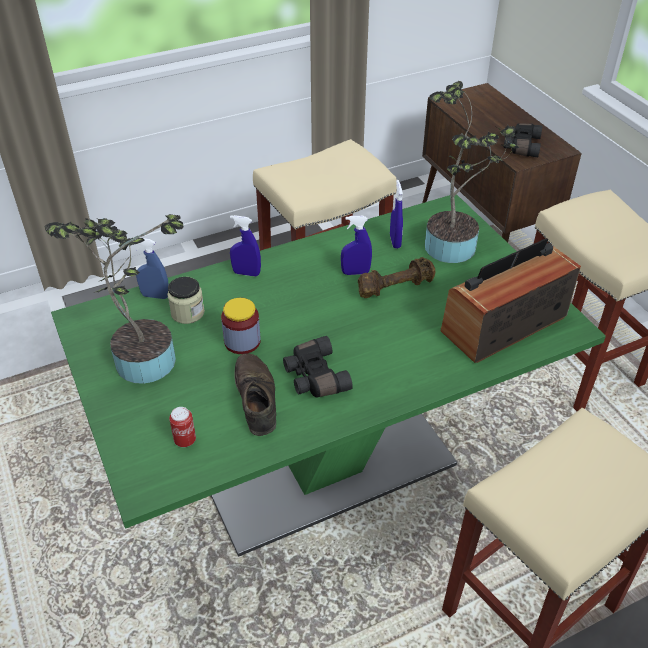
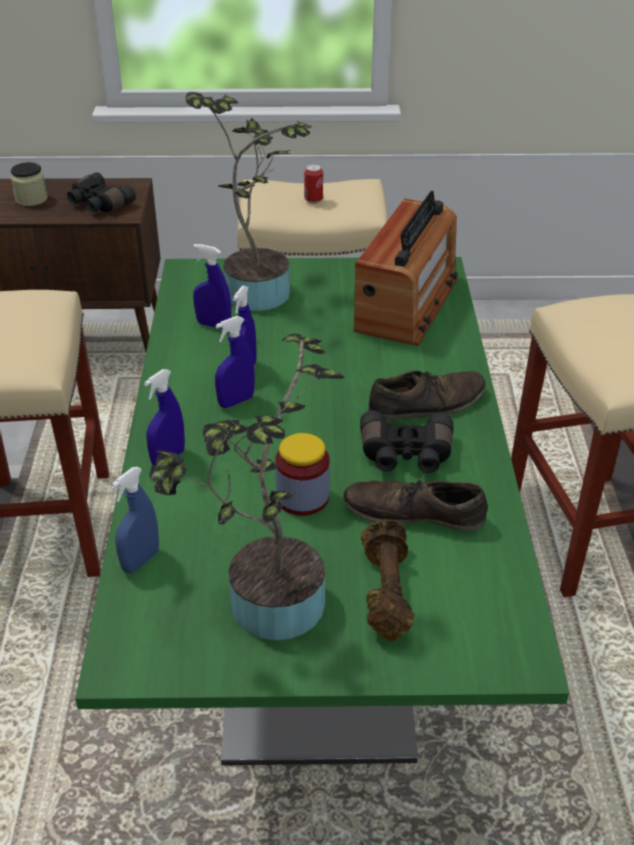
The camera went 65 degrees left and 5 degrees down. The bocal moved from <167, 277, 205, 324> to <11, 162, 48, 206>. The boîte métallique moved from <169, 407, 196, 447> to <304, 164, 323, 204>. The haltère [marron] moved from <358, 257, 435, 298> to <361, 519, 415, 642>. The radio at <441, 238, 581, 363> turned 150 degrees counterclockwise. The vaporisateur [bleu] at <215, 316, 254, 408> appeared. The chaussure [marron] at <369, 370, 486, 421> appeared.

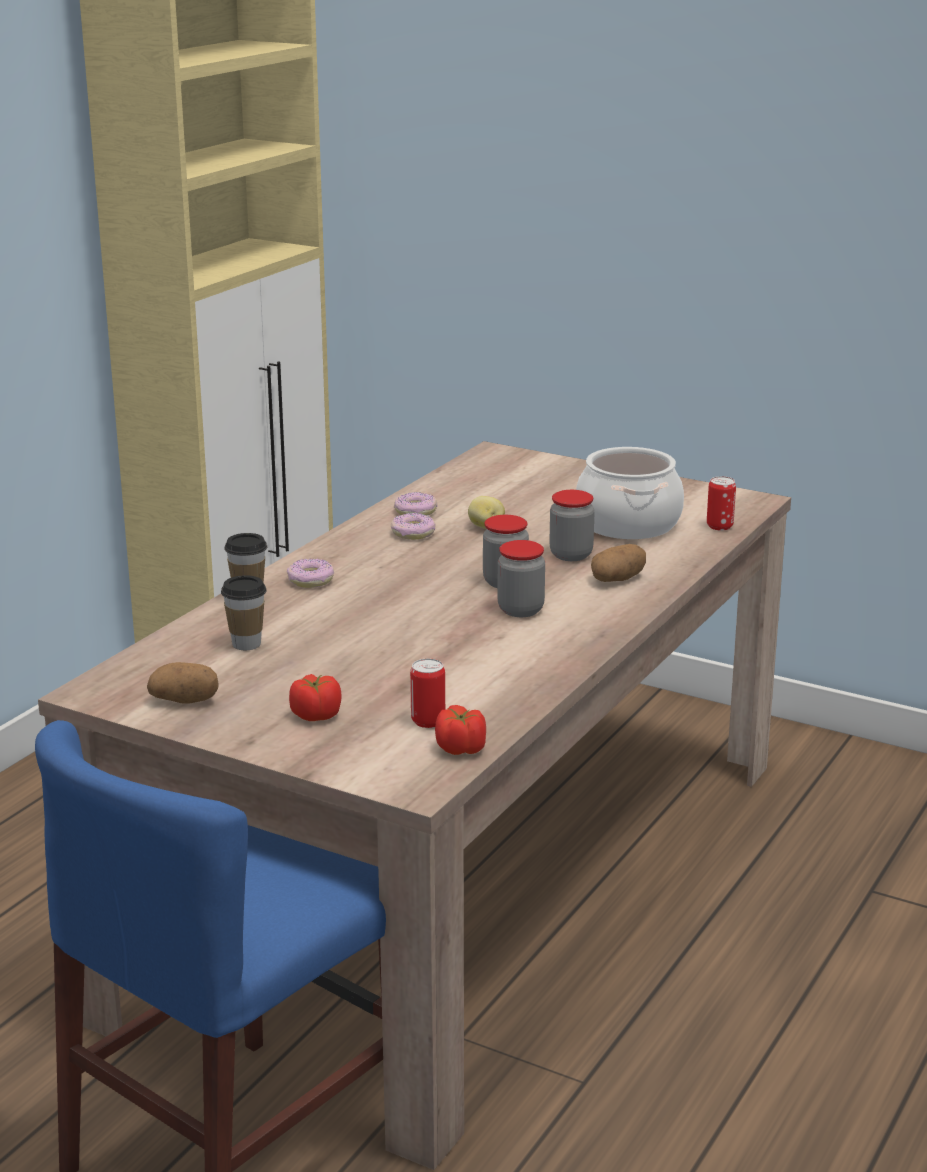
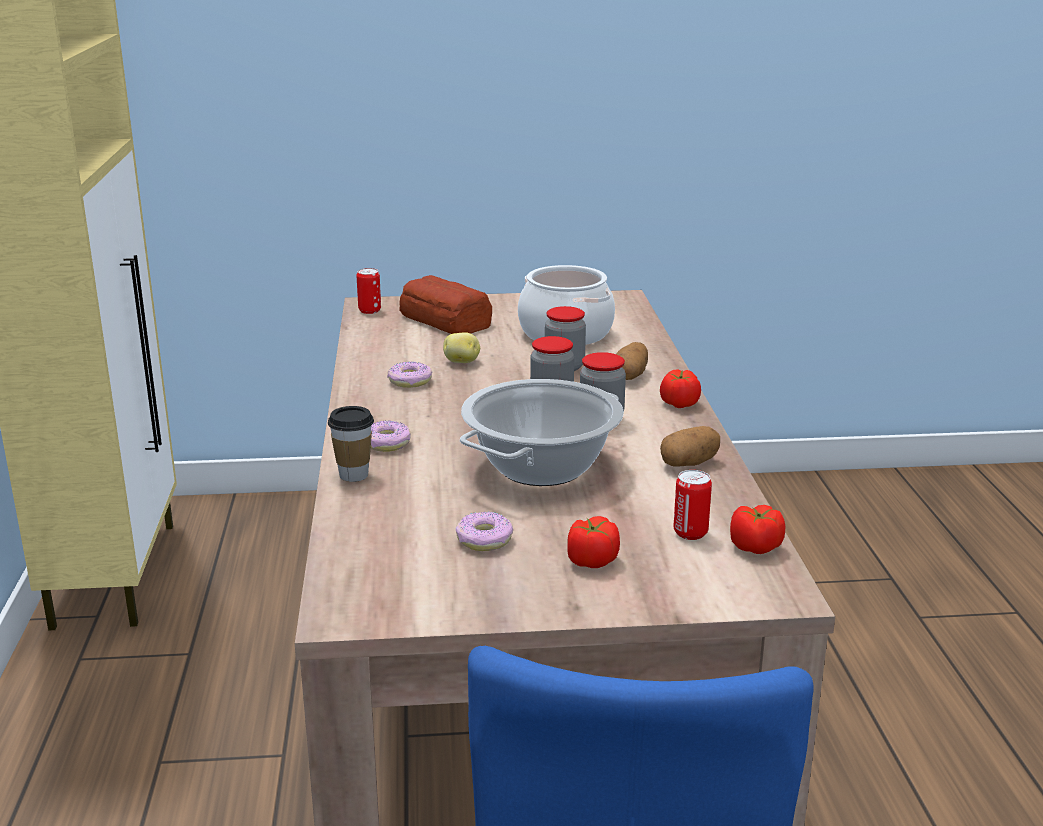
The camera went 35 degrees left and 0 degrees up. The pomme de terre moved from <147, 662, 218, 704> to <660, 426, 720, 467>. The tasse at <221, 575, 267, 650> disappeared. The beignet moved from <394, 492, 438, 515> to <456, 512, 513, 551>. The boîte métallique moved from <707, 476, 736, 530> to <357, 268, 381, 314>. The pain at <399, 275, 492, 334> appeared. The marmite at <460, 379, 624, 486> appeared. The tomate at <660, 369, 701, 408> appeared.

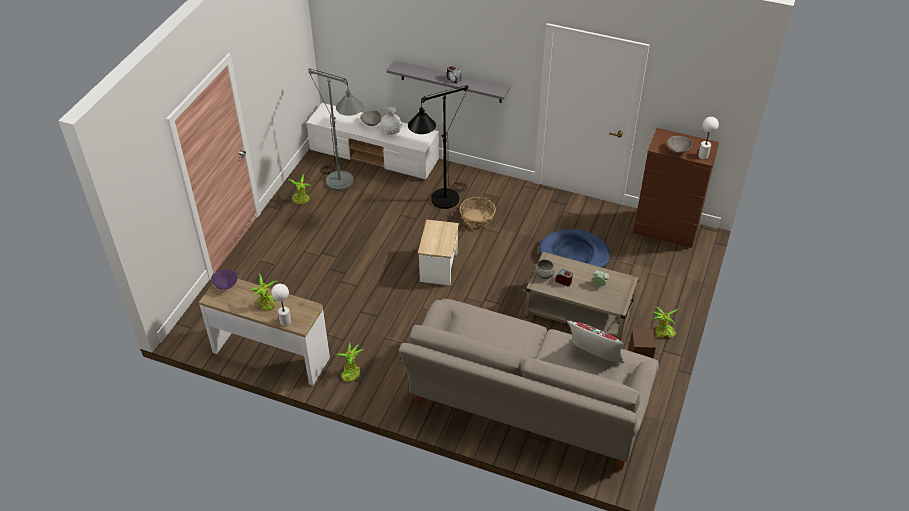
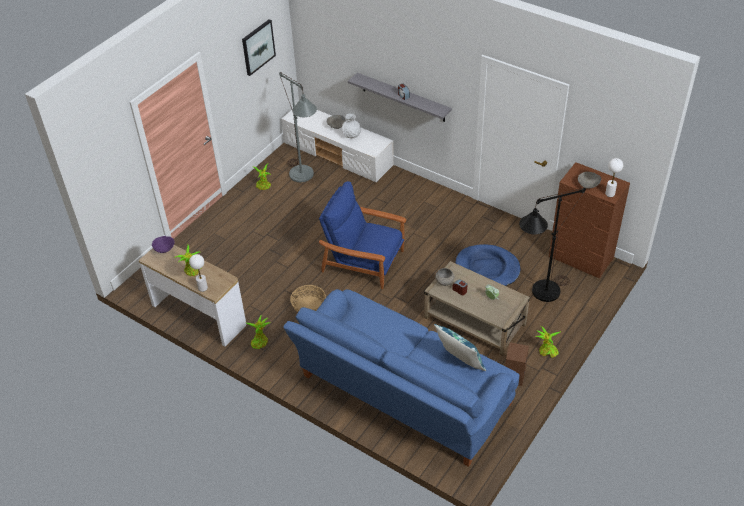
The camera went 15 degrees right and 0 degrees up. The canapé [beige] at <399, 299, 659, 470> became the canapé [bleu] at <283, 289, 519, 467>. The lampadaire [noir] moved from <408, 85, 468, 209> to <519, 188, 586, 302>. The table d'appoint at <418, 220, 459, 285> was replaced by the fauteuil [bleu] at <319, 181, 407, 289>. The panier moved from <460, 197, 496, 227> to <290, 285, 326, 312>. The coussin [rouge] at <567, 320, 625, 363> became the coussin [bleu] at <434, 324, 486, 371>. The tableau at <242, 19, 276, 76> appeared.

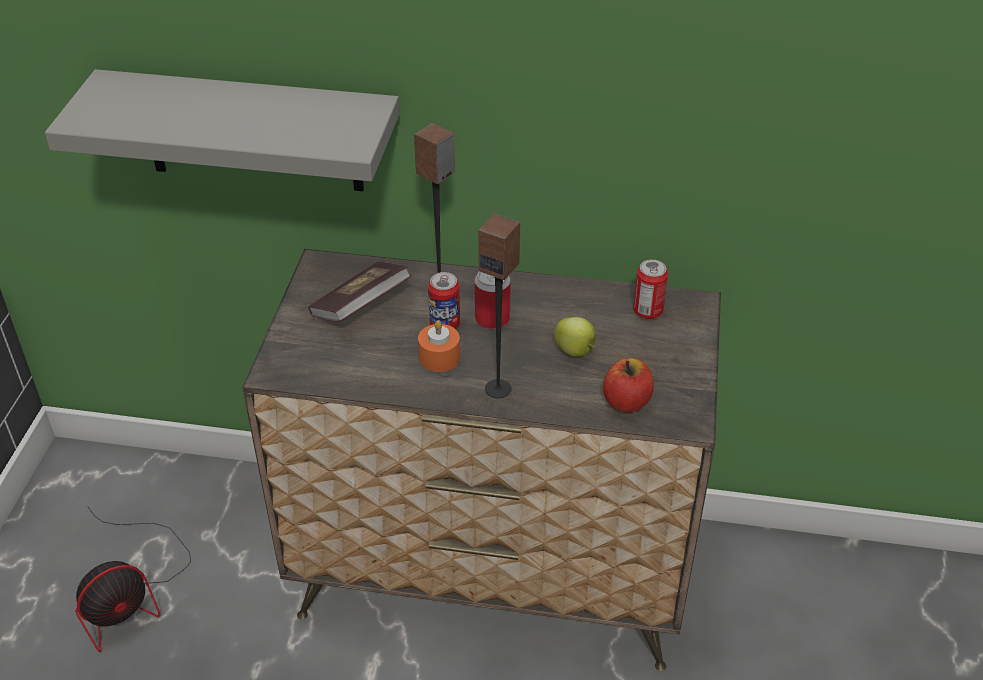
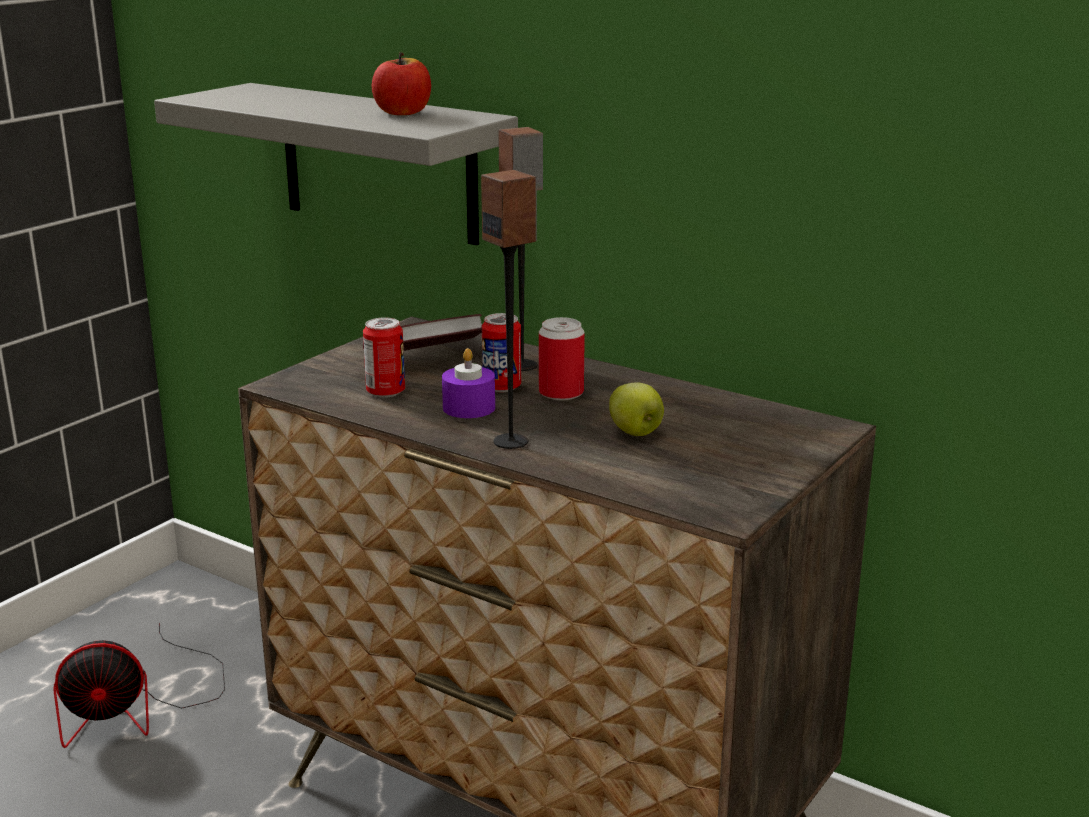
The camera went 25 degrees right and 20 degrees down. The bougie [orange] at <418, 320, 460, 372> became the bougie [violet] at <442, 348, 495, 418>. The pomme moved from <603, 358, 654, 413> to <372, 53, 431, 115>. The boîte métallique moved from <633, 259, 668, 319> to <363, 317, 405, 398>.

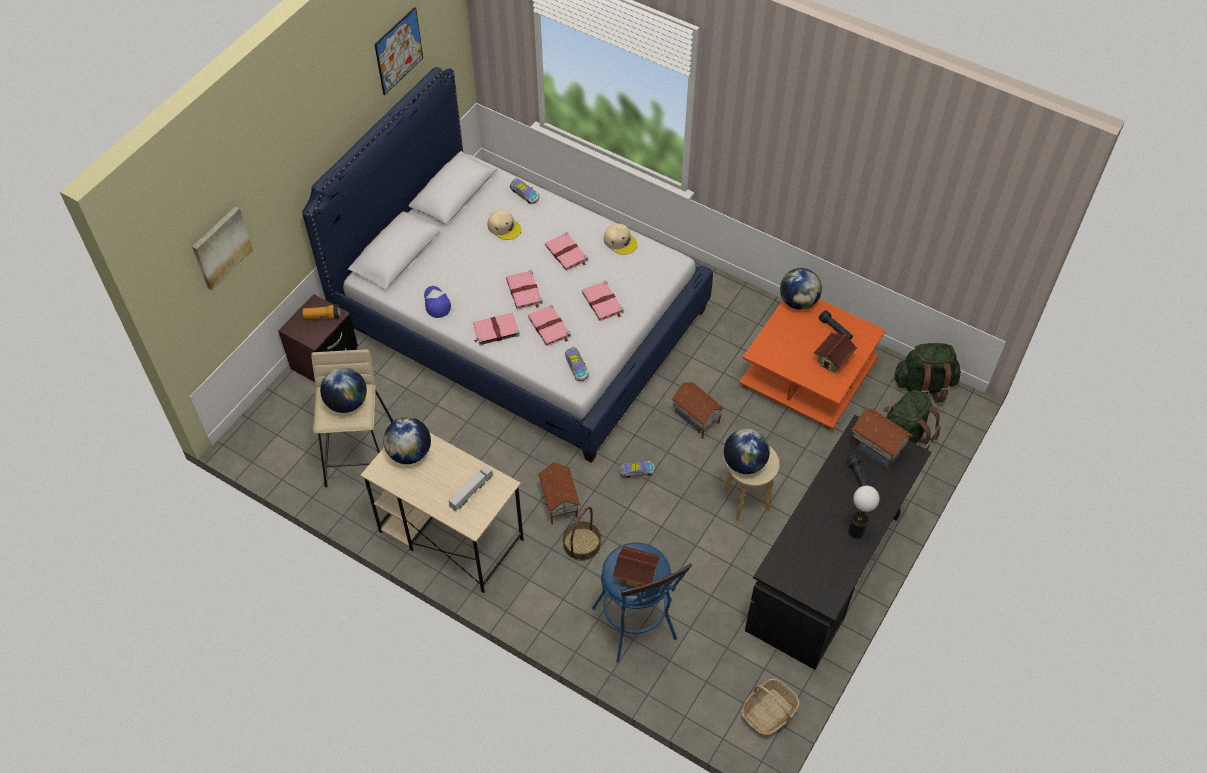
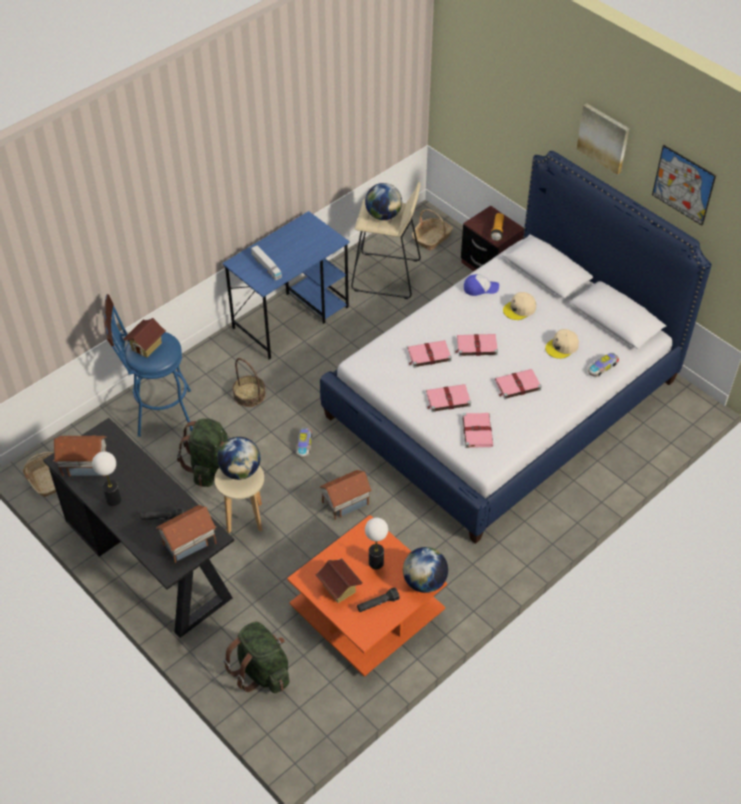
The camera went 105 degrees right and 5 degrees down. The tableau moved from <192, 206, 253, 290> to <577, 103, 629, 175>. The bureau [beige] at <360, 433, 524, 593> became the bureau [bleu] at <222, 211, 350, 359>. The globe at <383, 417, 431, 464> disappeared. The livre [rose] moved from <473, 313, 520, 346> to <462, 413, 493, 448>. The maison miniature moved from <538, 462, 581, 525> to <53, 435, 106, 476>. The petite voiture at <565, 347, 589, 381> disappeared. The casquette [beige] moved from <604, 223, 637, 255> to <503, 292, 536, 320>. The sac à dos [vert] moved from <894, 343, 961, 403> to <177, 418, 228, 487>. The lampe de table at <365, 518, 388, 569> appeared. The panier at <412, 209, 453, 251> appeared.

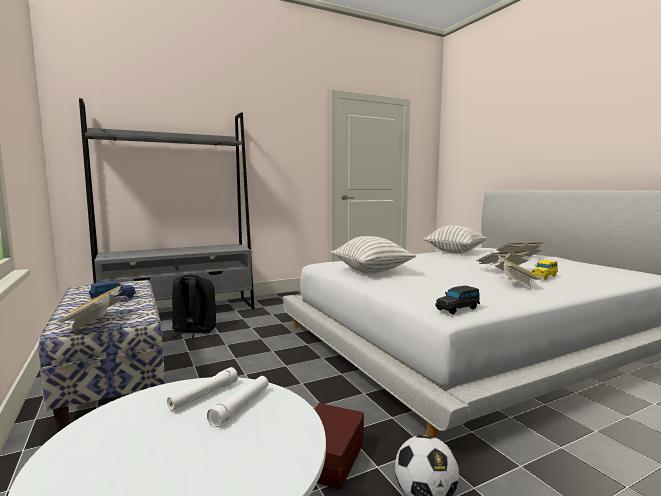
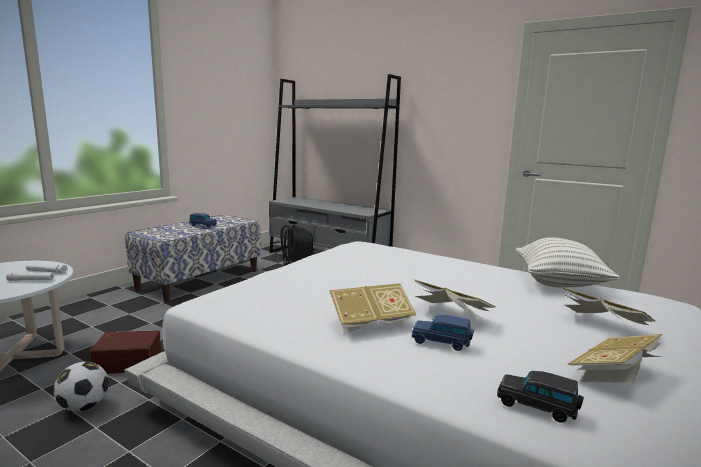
The camera went 60 degrees right and 5 degrees up. The livre moved from <56, 285, 126, 333> to <568, 334, 664, 382>. The coussin at <331, 236, 416, 274> disappeared. The petite voiture [noir] moved from <435, 286, 480, 314> to <497, 371, 584, 423>. The petite voiture [jaune] at <531, 260, 558, 280> became the petite voiture [bleu] at <412, 315, 474, 351>.

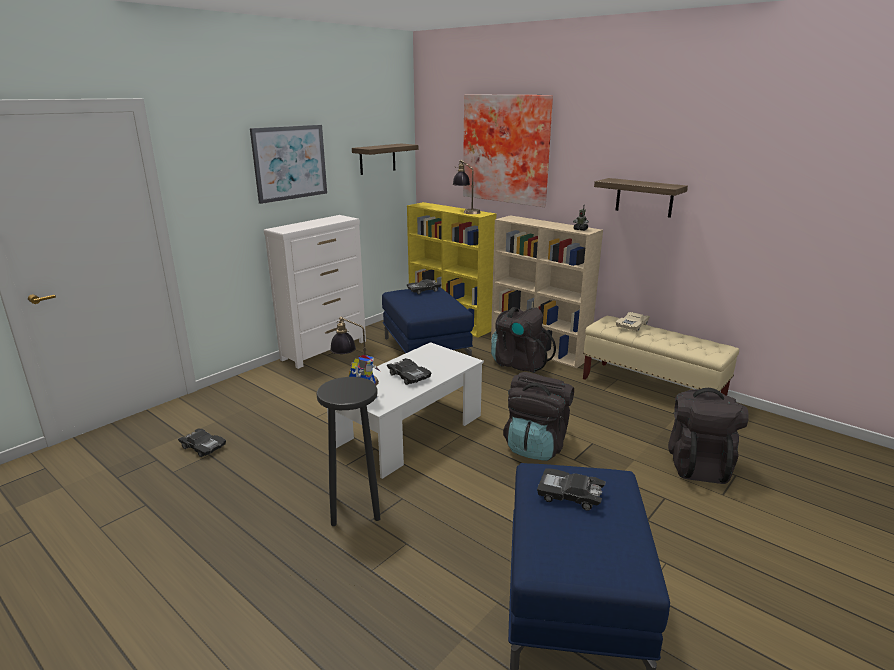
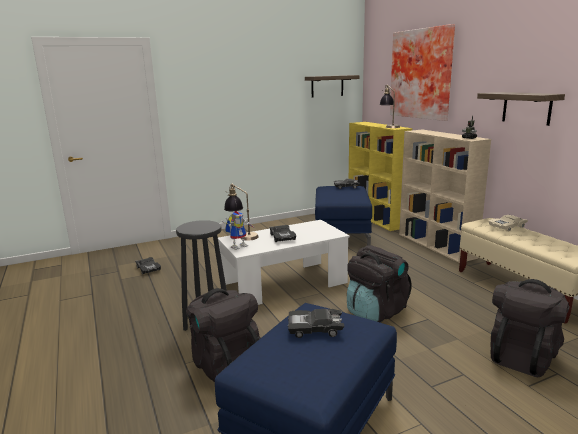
The camera went 25 degrees right and 5 degrees down. The tableau at <250, 125, 327, 204> disappeared. The commode [blanc] at <264, 215, 366, 369> disappeared. The sac à dos [noir] moved from <491, 307, 556, 373> to <186, 288, 260, 382>. The petite voiture [noir] at <537, 468, 606, 511> turned 45 degrees counterclockwise.

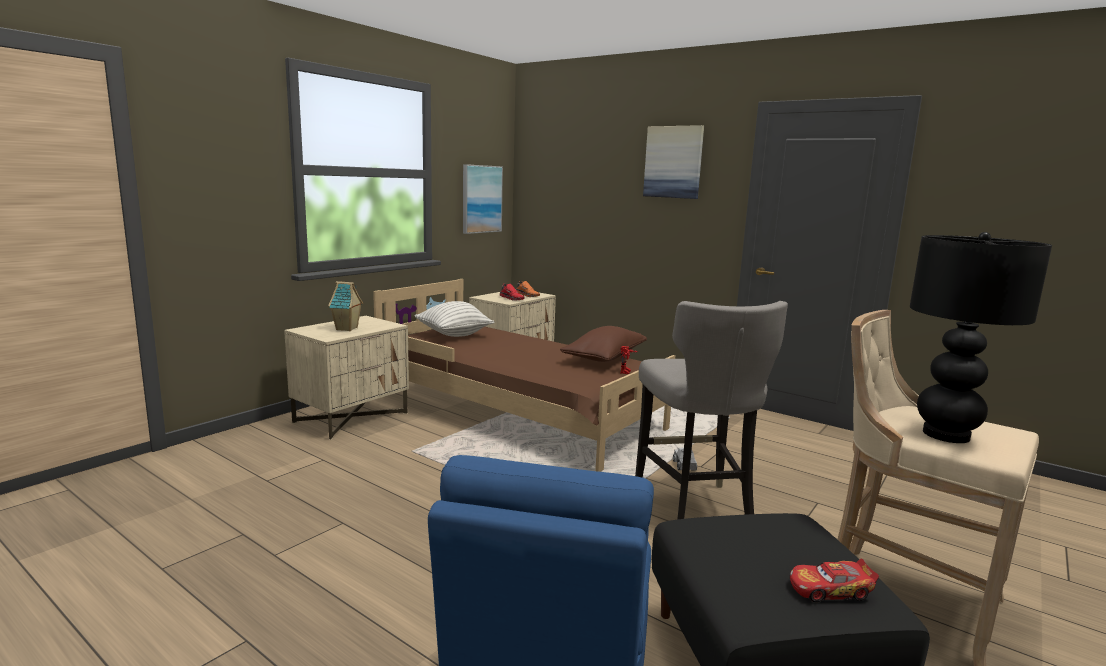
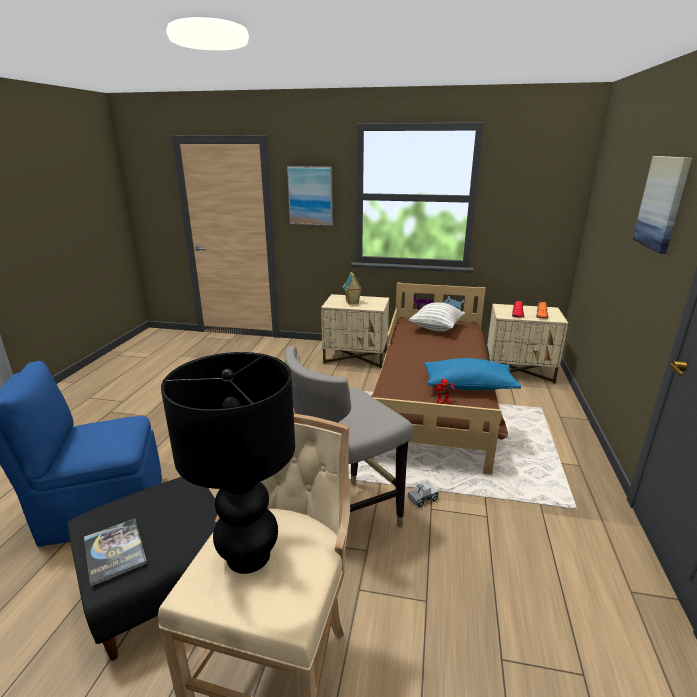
The camera went 65 degrees right and 10 degrees up. The tableau moved from <463, 164, 503, 234> to <287, 166, 333, 226>. The coussin [marron] at <560, 326, 647, 362> became the coussin [bleu] at <424, 358, 521, 390>. The petite voiture at <790, 559, 879, 602> was replaced by the livre at <84, 518, 147, 586>.

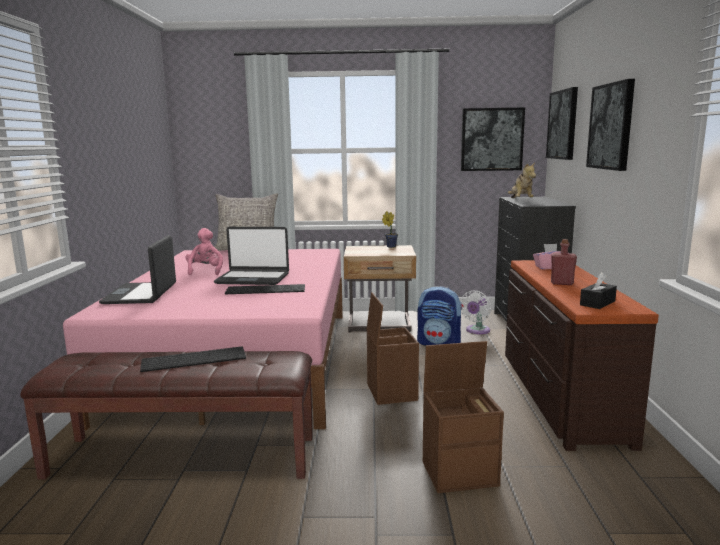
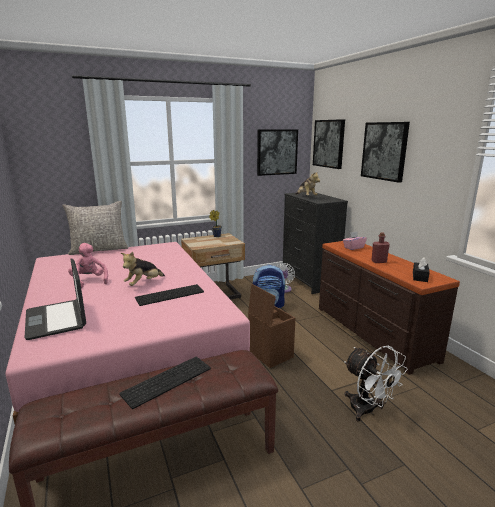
The camera went 25 degrees left and 5 degrees up. The ordinateur portable at <214, 227, 289, 285> was replaced by the peluche at <121, 252, 165, 286>. The boîte de rangement [marron] at <423, 341, 504, 493> was replaced by the ventilateur [blanc] at <344, 346, 408, 422>.

